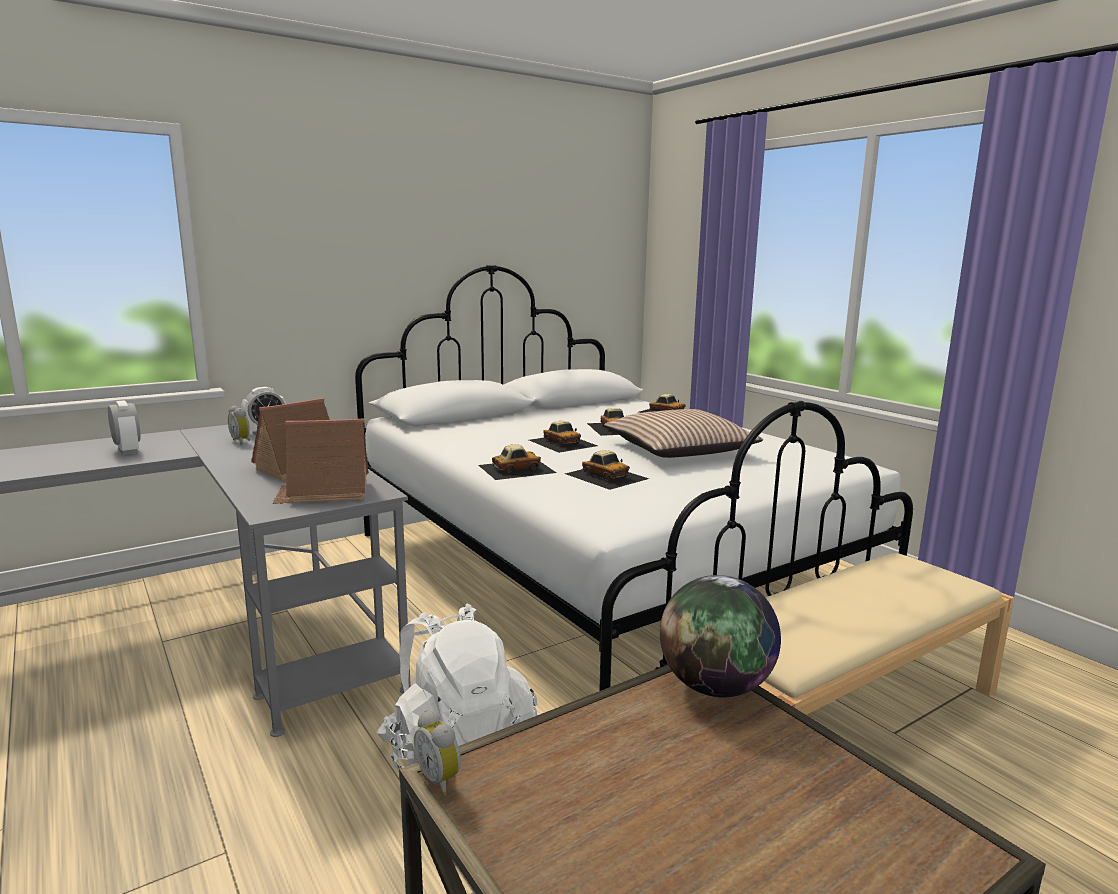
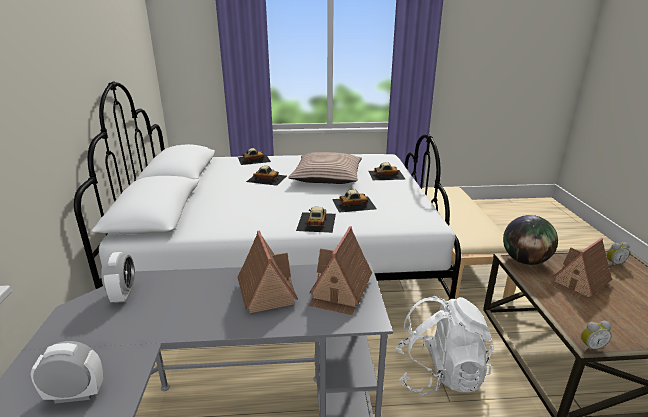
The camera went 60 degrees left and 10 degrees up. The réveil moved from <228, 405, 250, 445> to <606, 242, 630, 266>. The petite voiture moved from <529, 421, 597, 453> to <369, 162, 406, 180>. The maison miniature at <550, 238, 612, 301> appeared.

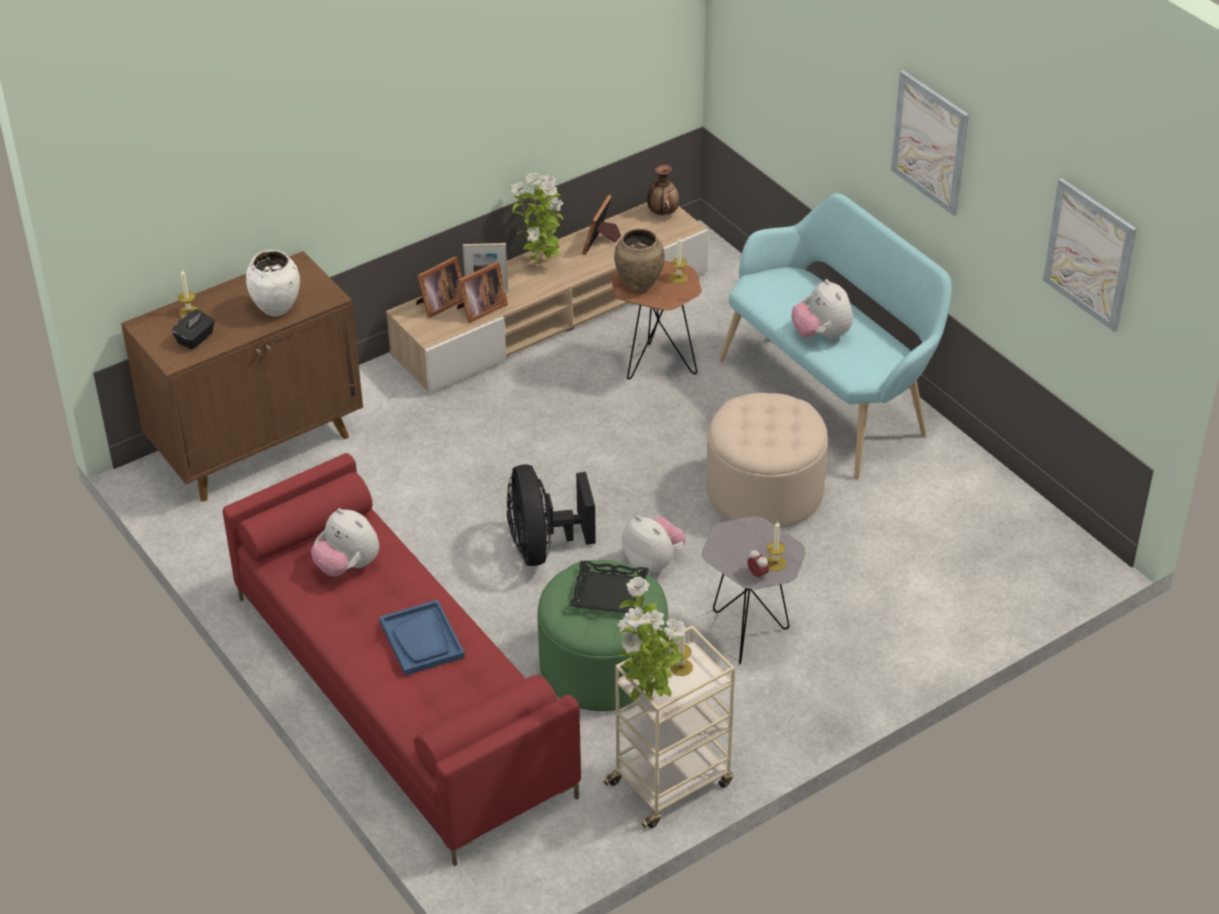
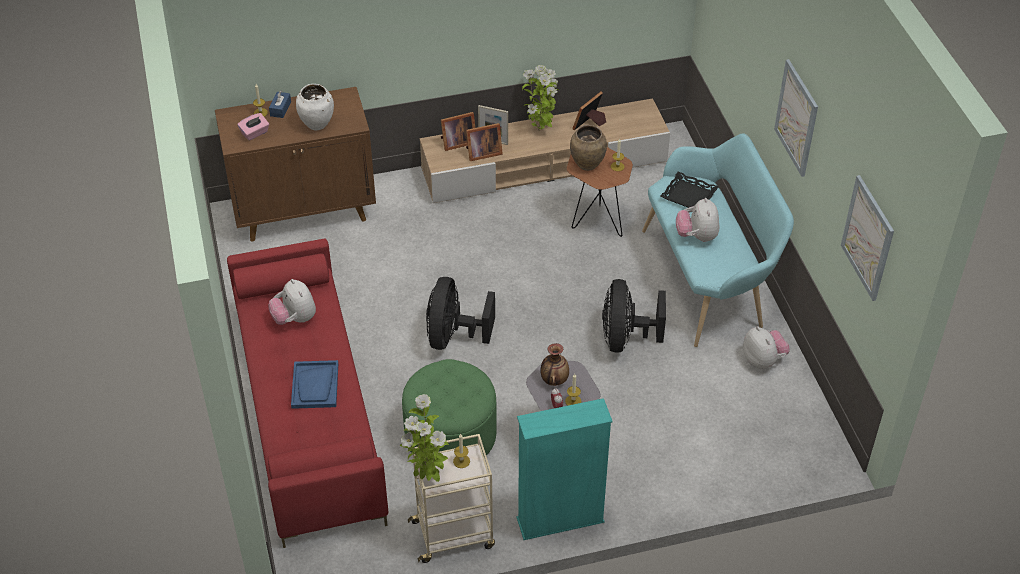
The camera went 20 degrees right and 5 degrees up. The boîte à mouchoirs [noir] at <172, 309, 215, 350> became the boîte à mouchoirs [rose] at <237, 113, 269, 140>. The plateau [noir] moved from <570, 561, 649, 613> to <660, 172, 719, 208>. The peluche moved from <622, 515, 686, 573> to <743, 326, 790, 369>. The vase moved from <647, 165, 679, 216> to <540, 343, 569, 386>. The pouf [beige] at <706, 393, 828, 529> was replaced by the ventilateur [noir] at <602, 279, 666, 353>. The boîte à mouchoirs [bleu] at <269, 90, 291, 118> appeared. The bibliothèque [turquoise] at <517, 398, 613, 540> appeared.

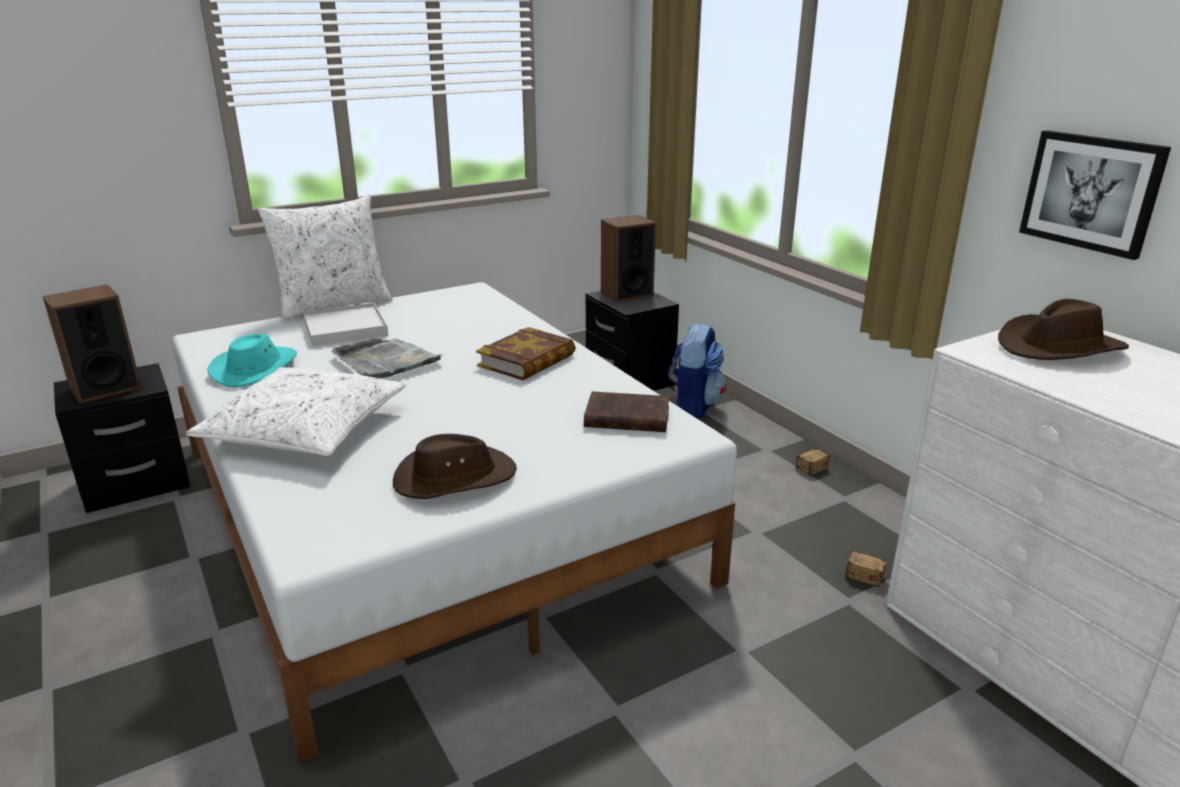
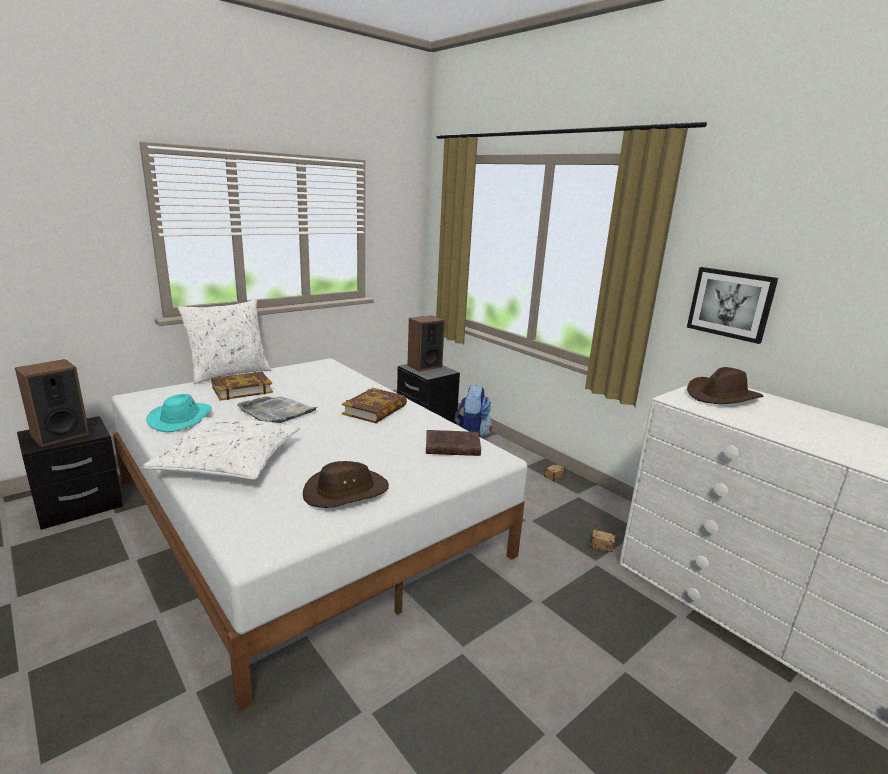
The camera went 10 degrees left and 5 degrees down. The plateau [blanc] at <303, 303, 388, 346> was replaced by the livre at <211, 372, 273, 401>.

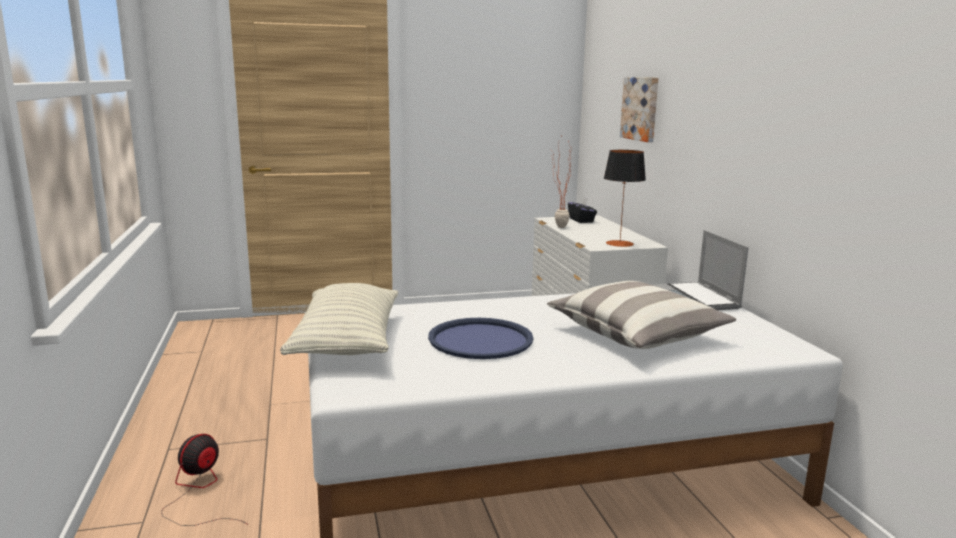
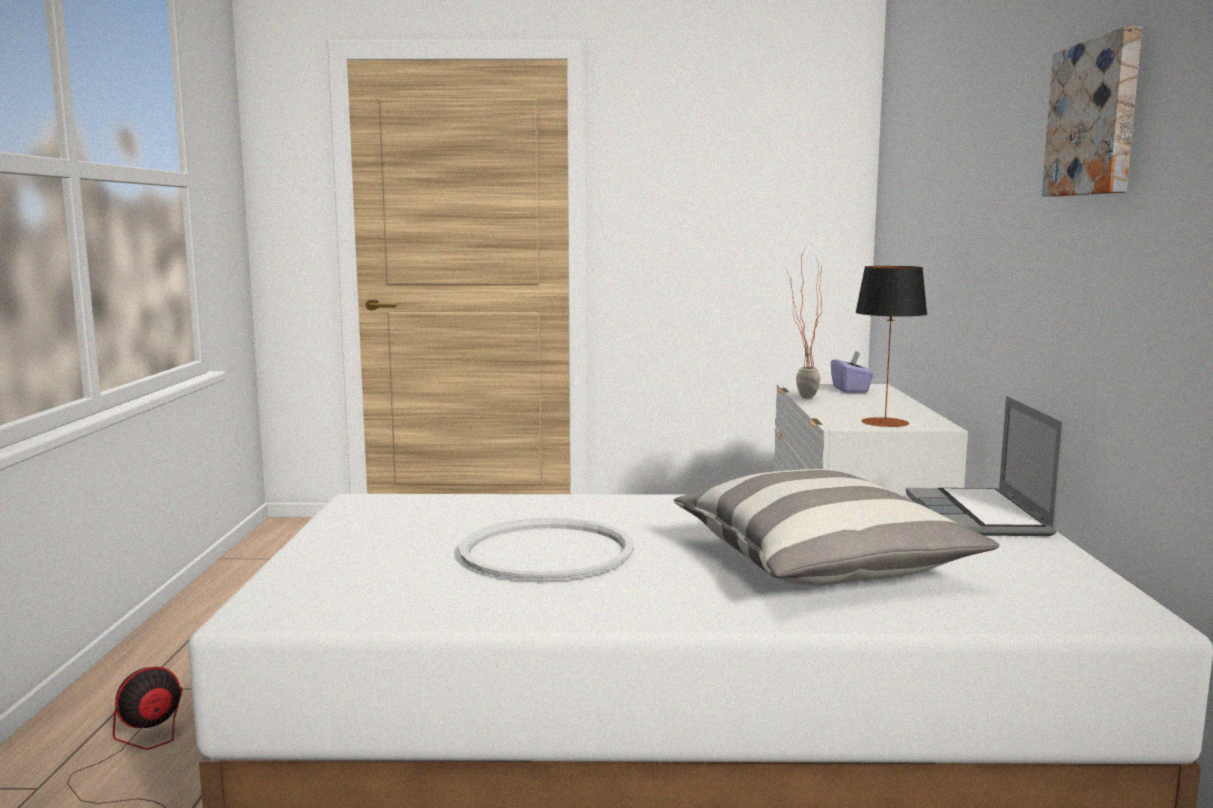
The camera went 15 degrees right and 5 degrees down. The coussin at <280, 283, 398, 355> disappeared. The plateau [bleu] at <428, 318, 533, 359> became the plateau [blanc] at <458, 518, 634, 581>. The boîte à mouchoirs [noir] at <568, 196, 597, 223> became the boîte à mouchoirs [violet] at <831, 351, 874, 393>. The tableau moved from <620, 77, 659, 142> to <1042, 26, 1142, 197>.

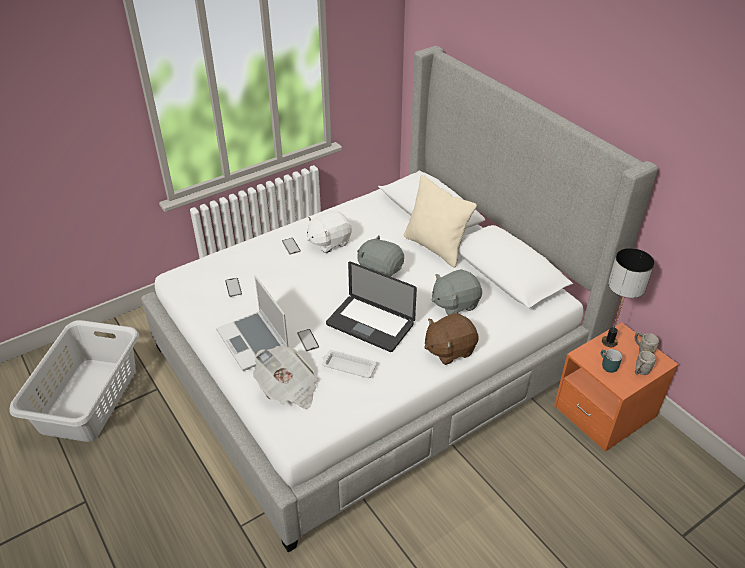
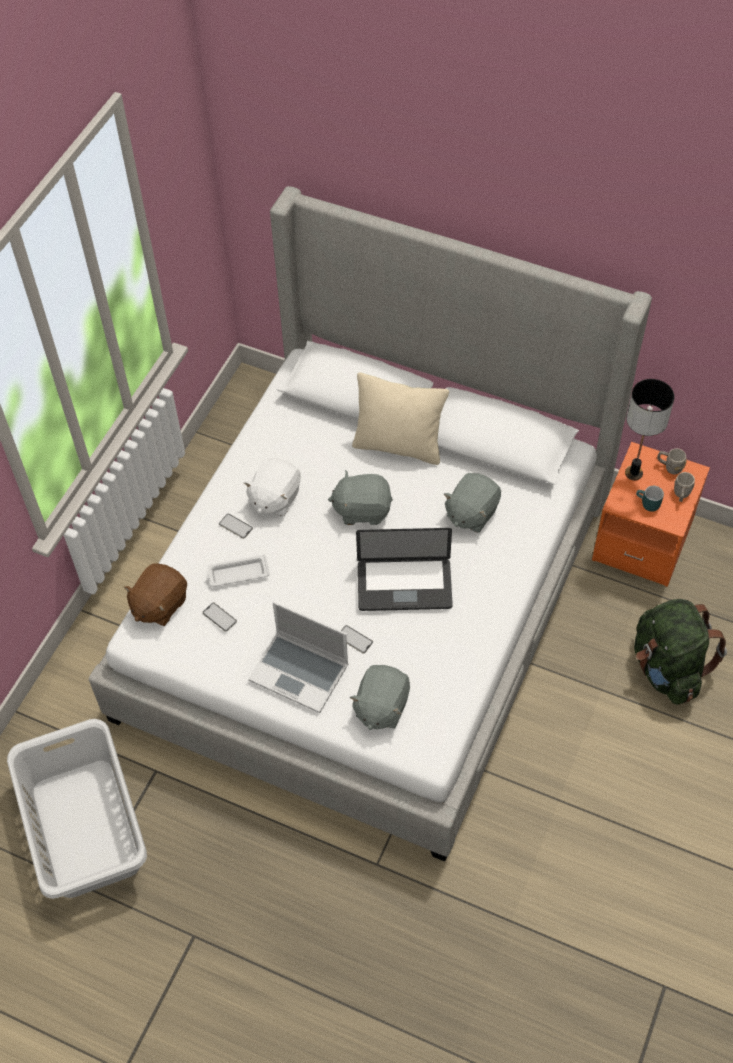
The camera went 30 degrees left and 15 degrees up. The journal at <253, 346, 319, 409> was replaced by the peluche [gris] at <350, 665, 410, 730>. The plateau [blanc] moved from <322, 350, 377, 378> to <206, 555, 269, 587>. The peluche [marron] moved from <424, 313, 479, 365> to <124, 563, 187, 626>. The sac à dos [vert] at <634, 599, 727, 705> appeared.

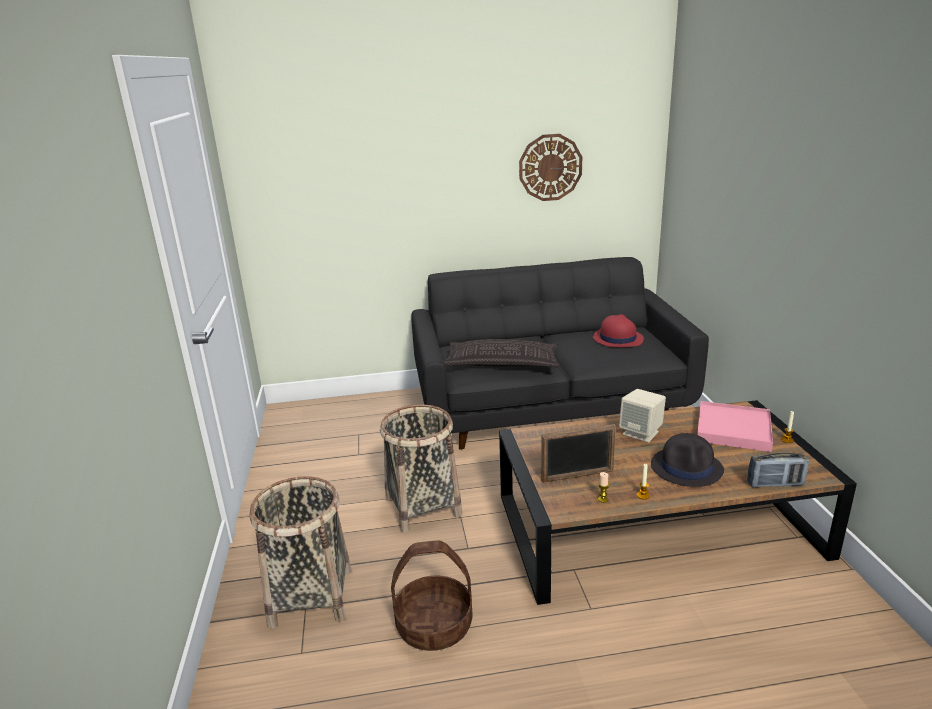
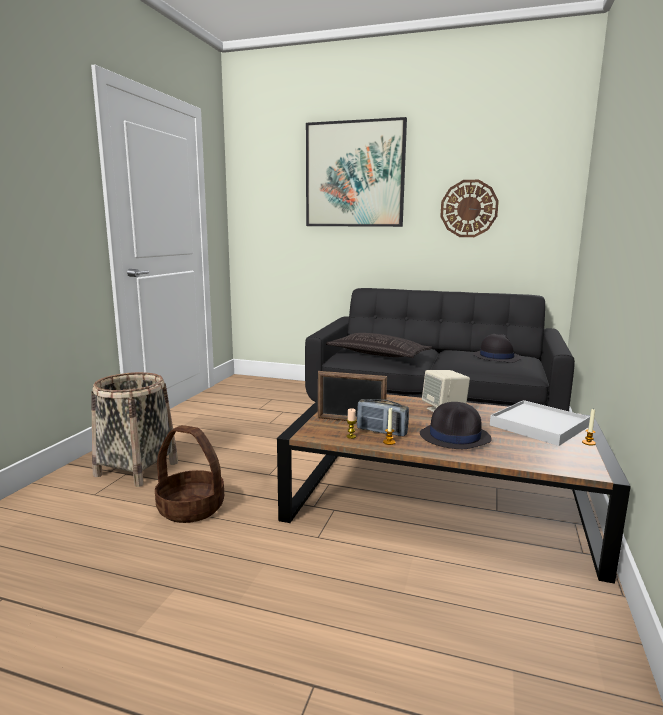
The camera went 25 degrees right and 10 degrees down. The panier at <380, 404, 462, 532> disappeared. The chapeau [rouge] at <593, 314, 644, 347> became the chapeau [noir] at <473, 334, 522, 363>. The plateau [rose] at <697, 401, 773, 452> became the plateau [blanc] at <490, 400, 590, 446>. The radio moved from <747, 452, 809, 488> to <357, 399, 409, 436>. The tableau at <306, 117, 407, 227> appeared.

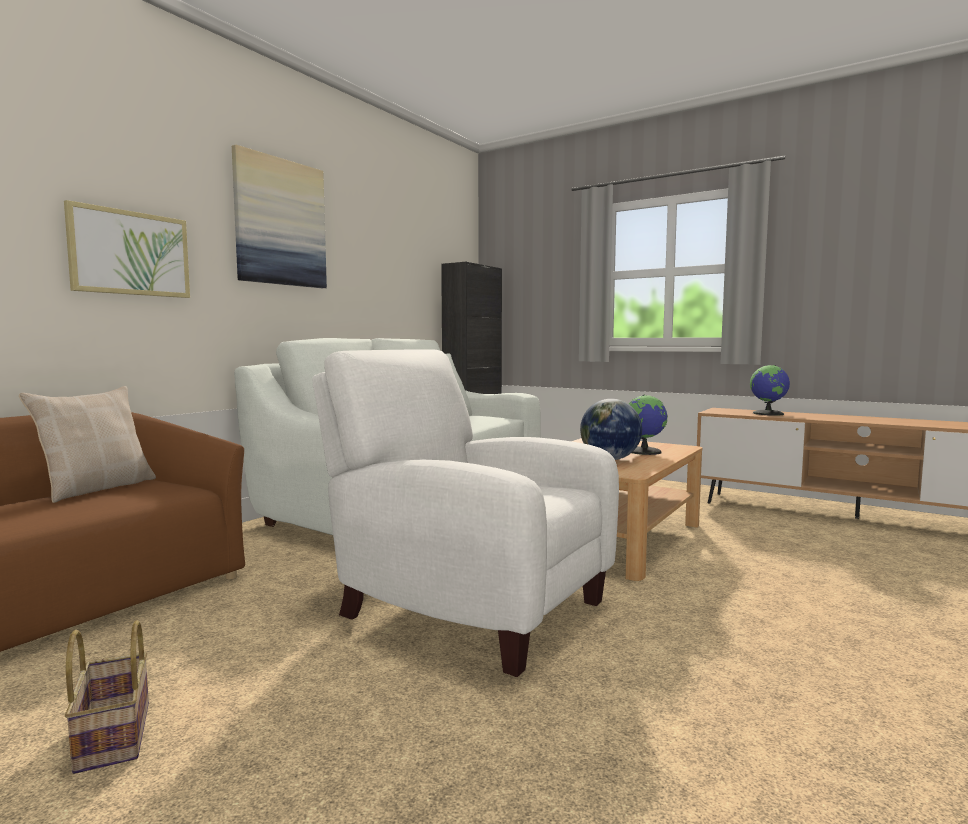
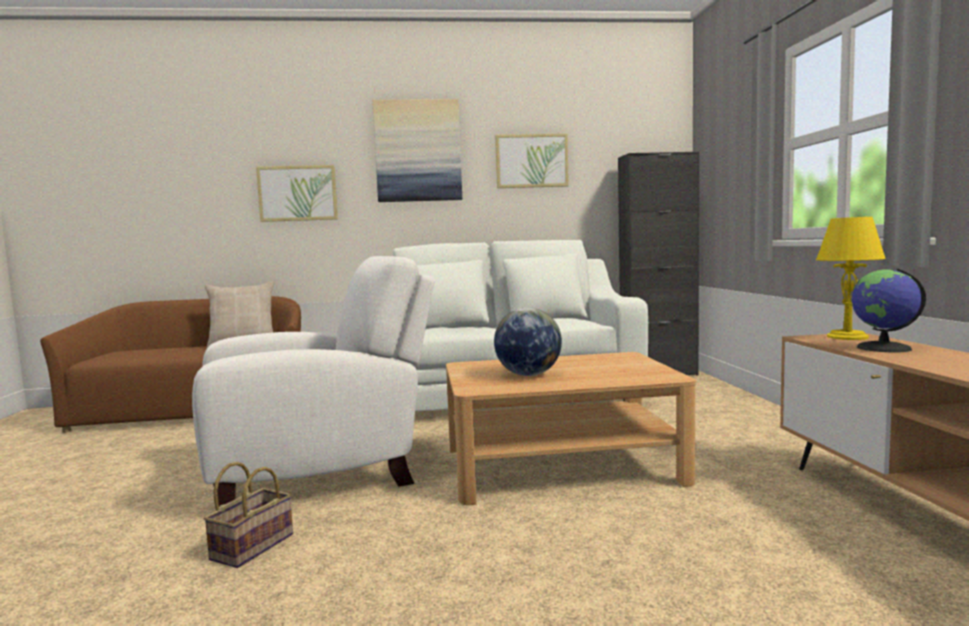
The camera went 50 degrees right and 0 degrees up. The panier moved from <65, 620, 149, 774> to <204, 462, 293, 568>. The fauteuil [blanc] at <312, 349, 619, 677> turned 75 degrees clockwise. The globe at <629, 394, 668, 455> disappeared. The tableau at <495, 133, 569, 188> appeared. The lampe de table [jaune] at <816, 217, 886, 340> appeared.

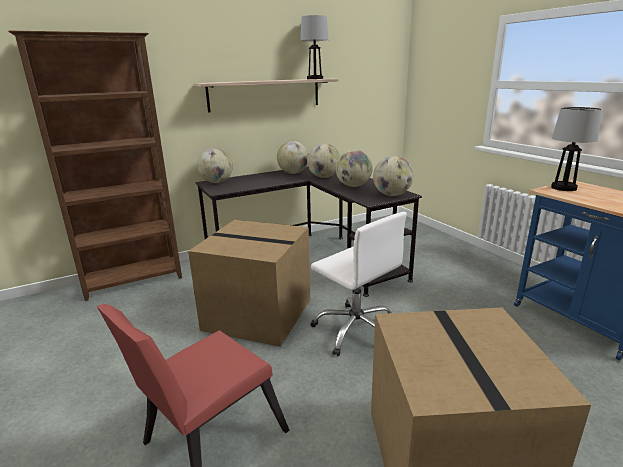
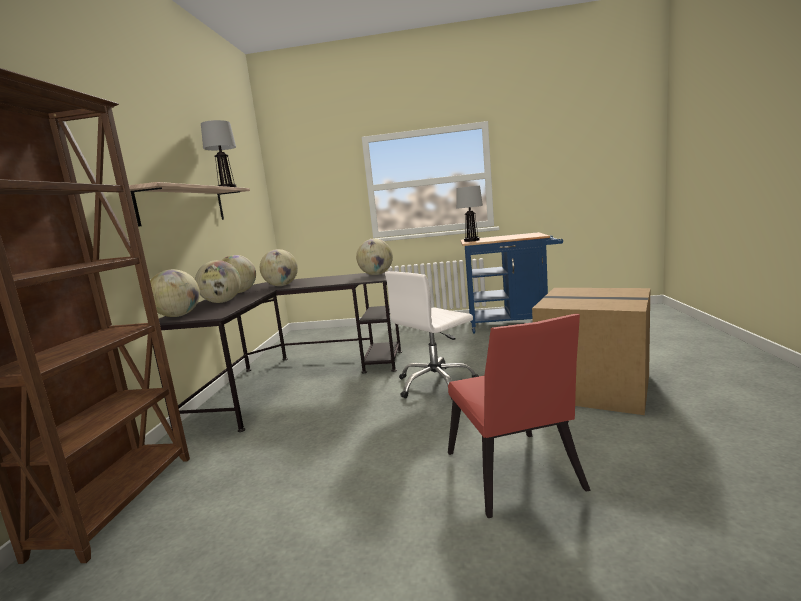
The camera went 55 degrees left and 10 degrees down. The carton at <188, 220, 310, 347> disappeared. The chaise de bureau [blanc] at <311, 212, 407, 356> turned 150 degrees clockwise. The globe moved from <336, 150, 373, 187> to <195, 260, 241, 303>.

